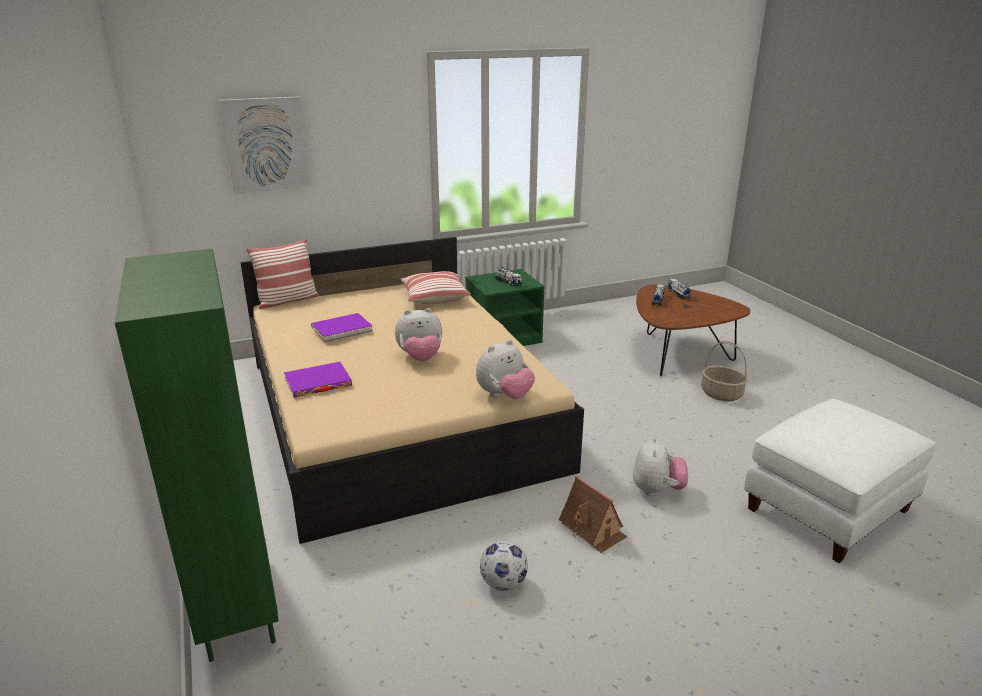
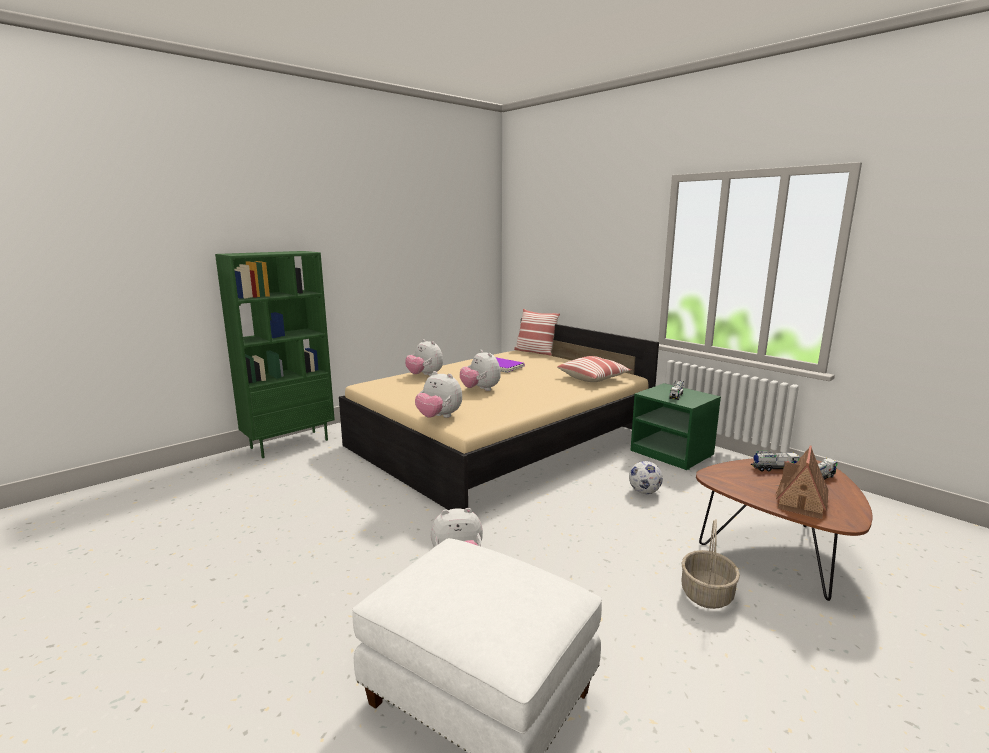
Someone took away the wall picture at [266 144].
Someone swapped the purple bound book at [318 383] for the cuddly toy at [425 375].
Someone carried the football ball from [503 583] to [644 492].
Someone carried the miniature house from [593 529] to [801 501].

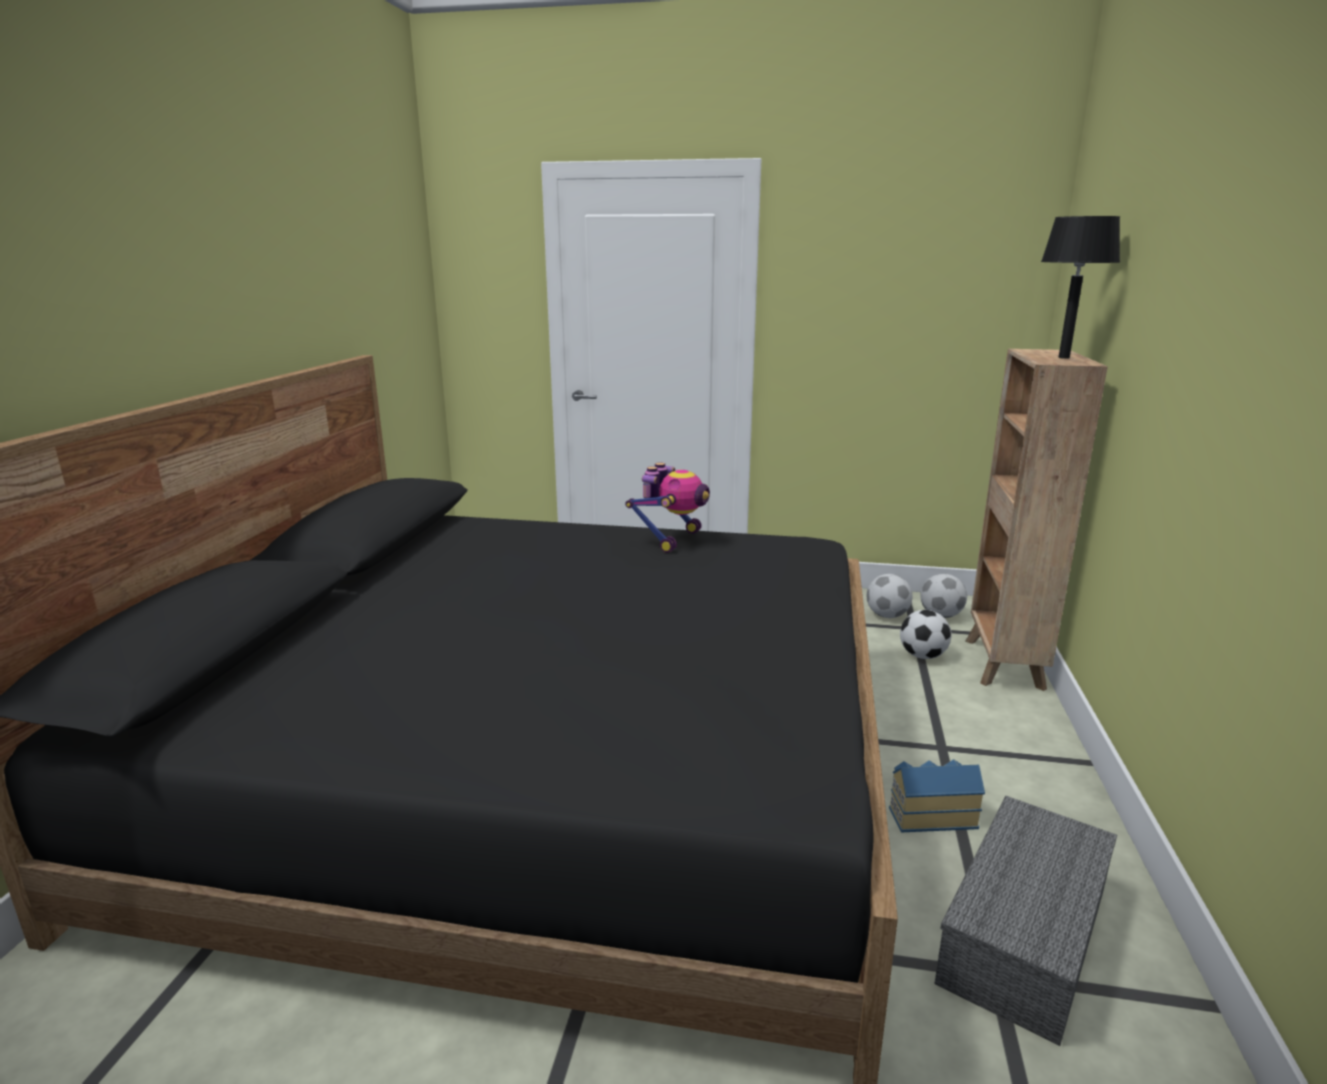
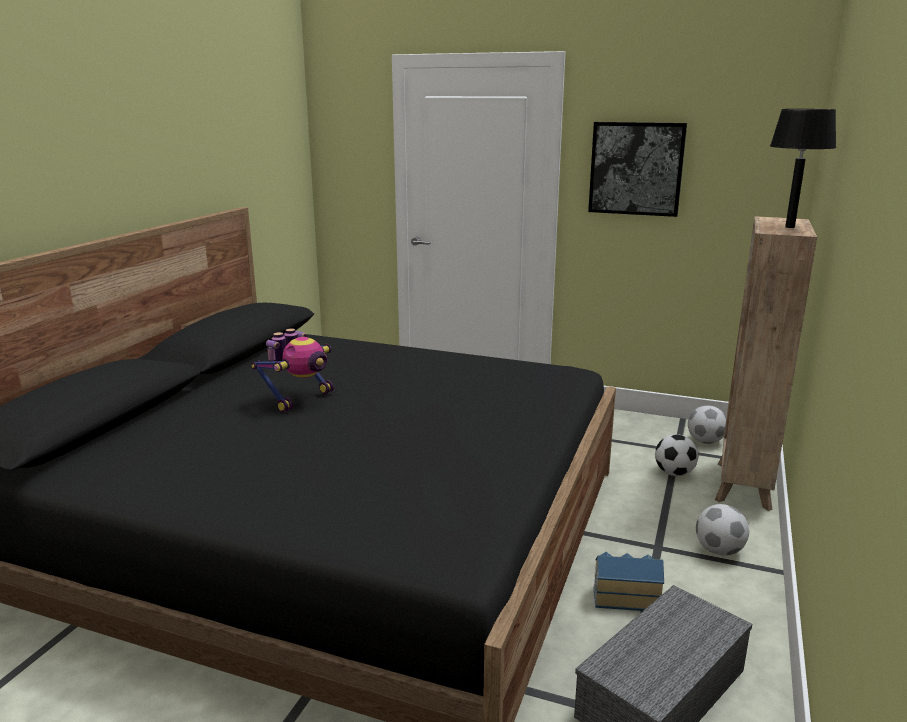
Someone carried the toy robot from [672 539] to [300 399].
Someone carried the football ball from [887 616] to [719 551].
Someone put up the wall picture at [636 168].

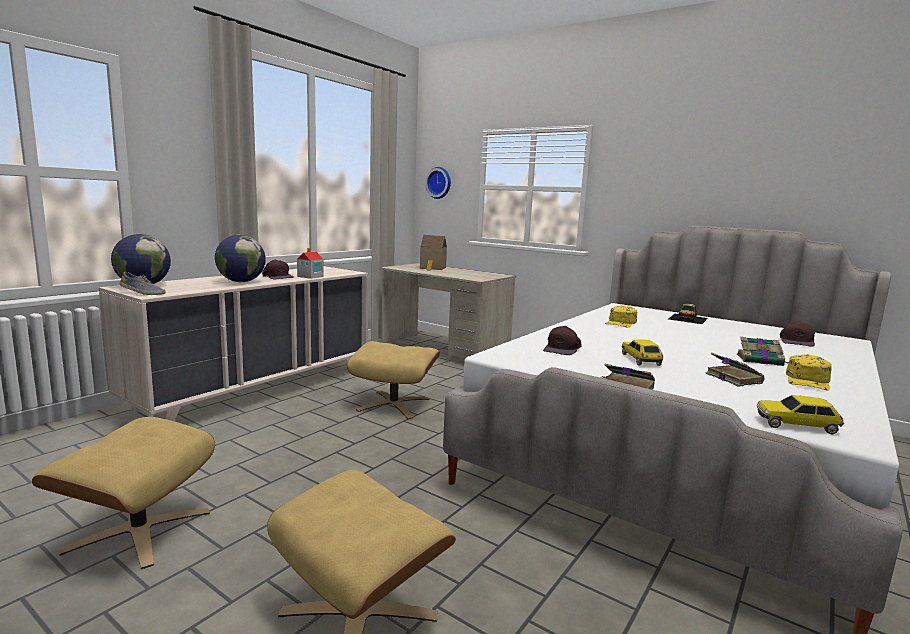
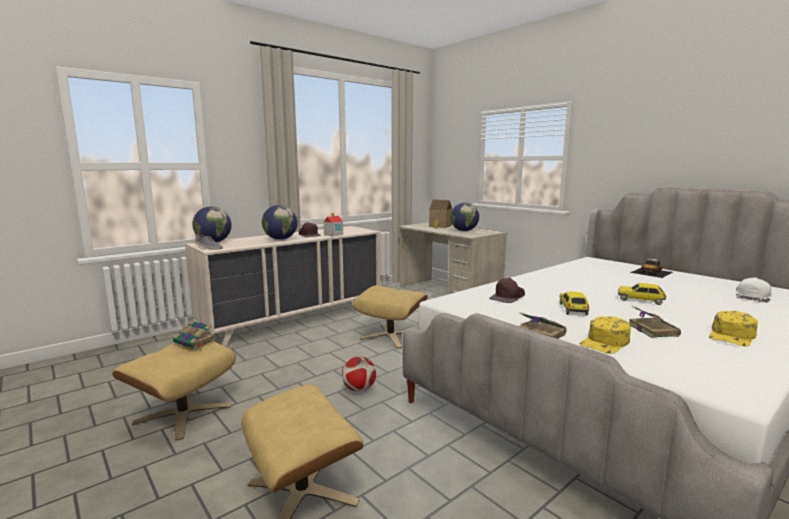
Someone took away the hanging clock at [439 183].
Someone carried the yellow-coloured cap from [621 323] to [605 342].
Someone carried the bound book from [761 360] to [195 342].
Someone carried the miniature car from [796 425] to [640 300].
Someone repainted the brownish cap at [797 341], which became the whitish cap at [753 297].
Someone put down the football ball at [359 389].
Someone put down the desk globe at [464 231].

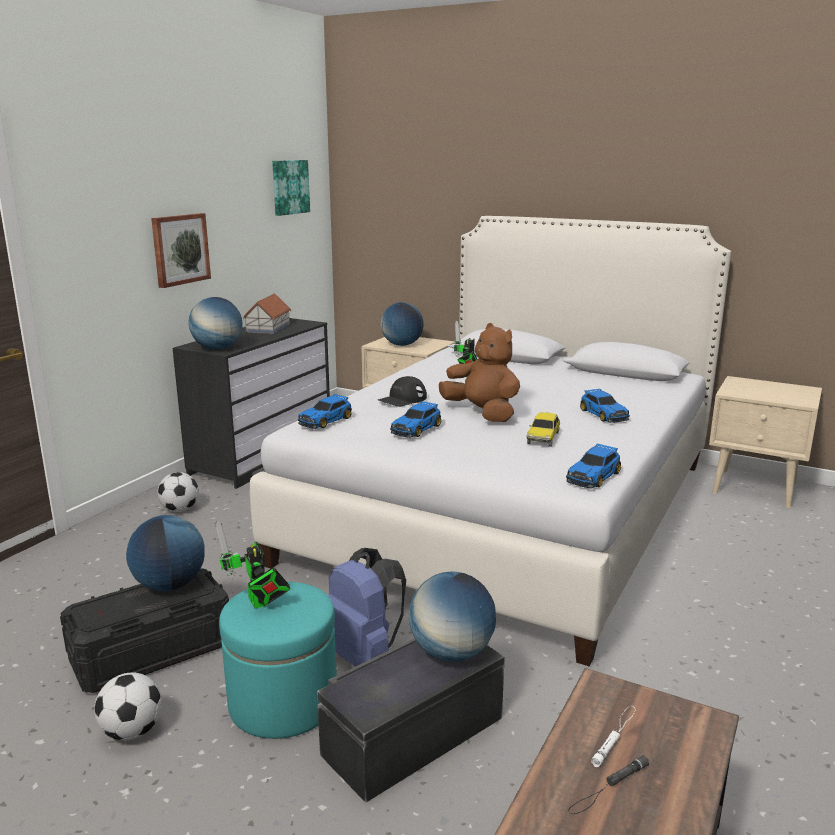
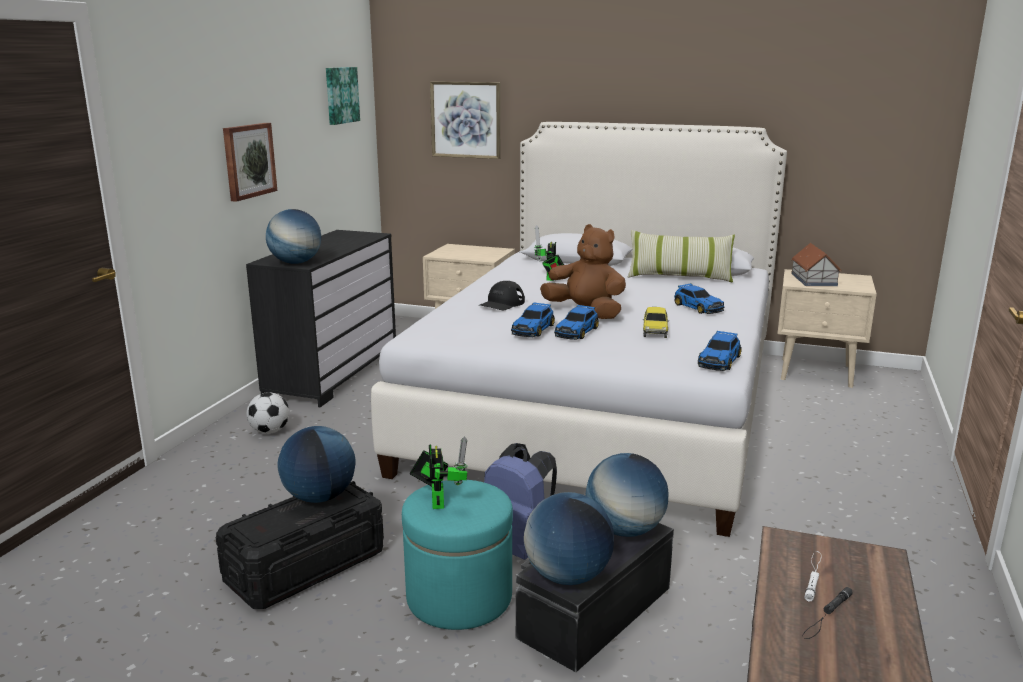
Someone took away the football ball at [132 731].
Someone rotated the toy robot at [258 603] by 150 degrees counterclockwise.
Someone carried the miniature house from [267 328] to [813 280].
Someone carried the miniature car from [326 420] to [577 331].
Someone carried the desk globe from [402 345] to [567 576].
Someone put up the wall picture at [466 120].
Someone put down the throw pillow at [679 277].

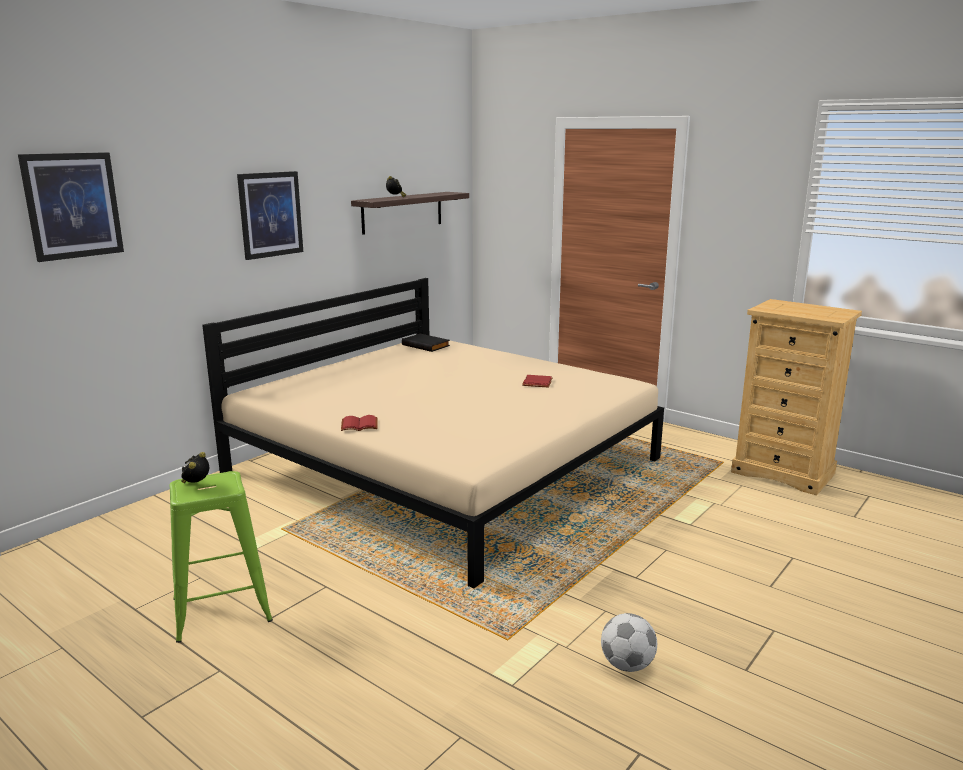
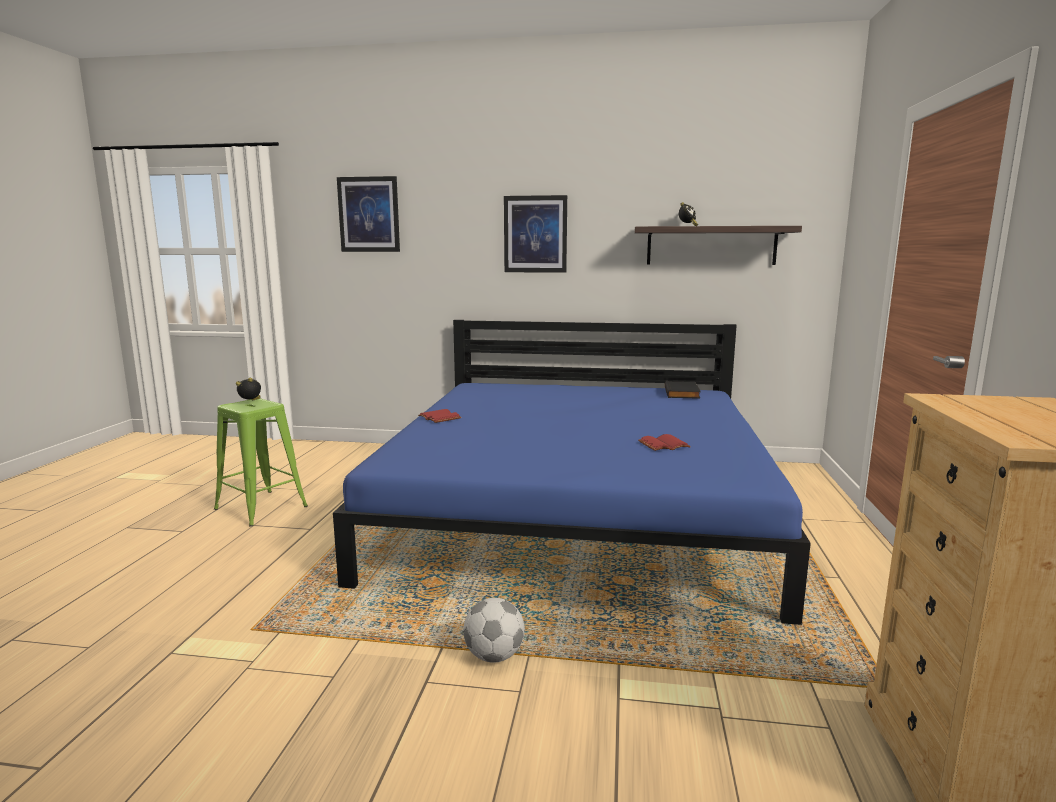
Someone repainted the sand-coloured bed at [444 465], which became the bluish bed at [577 509].
Someone carried the football ball from [627 665] to [493 656].

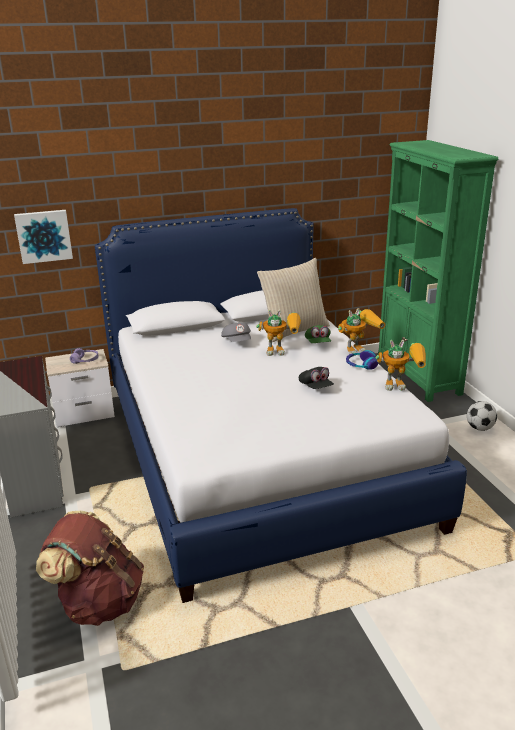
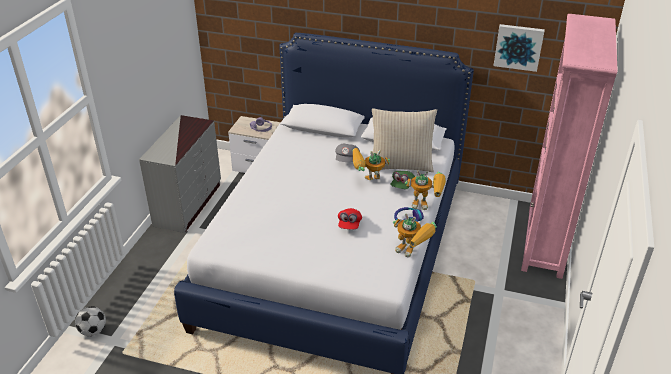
Someone carried the wall picture from [44 236] to [518 47].
Someone took away the brownish backpack at [99 602].
Someone rotated the toy robot at [282 351] by 135 degrees clockwise.
Someone repainted the black-coloured cap at [315 387], which became the reddish cap at [349 225].
Someone repainted the green shelving unit at [418 376], which became the pinkish shelving unit at [544 242].
Someone carried the football ball from [479 428] to [93 331].

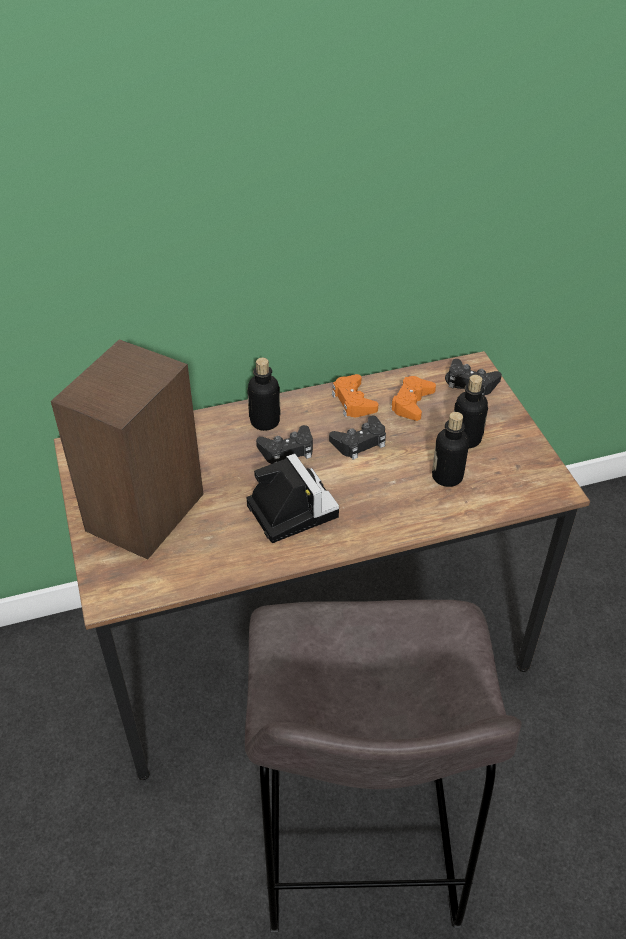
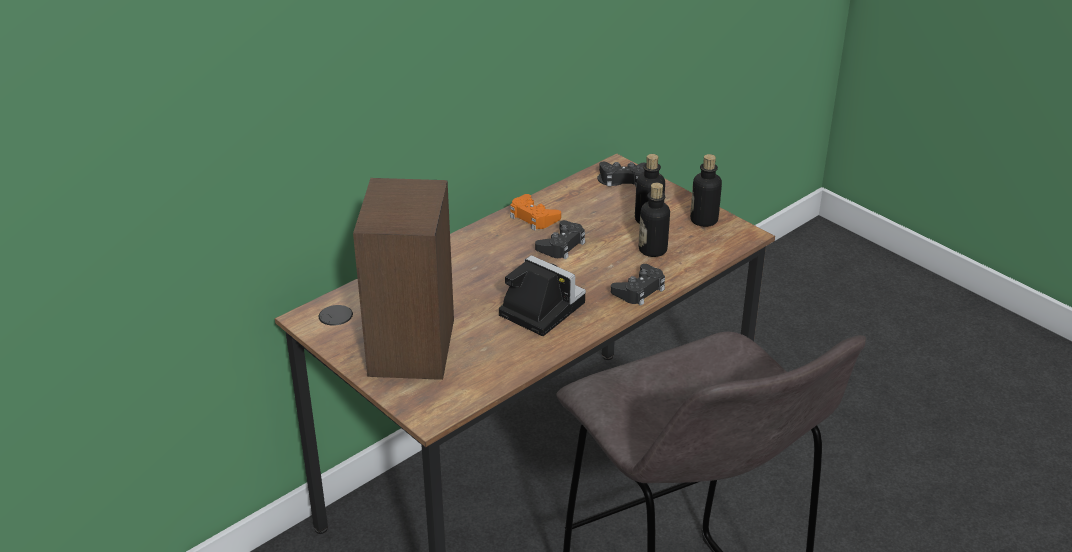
Someone carried the drink bottle from [265 421] to [704 220].
Someone carried the black-coloured gamepad from [287 450] to [639 290].
Someone took away the orange-coloured gamepad at [411 403].

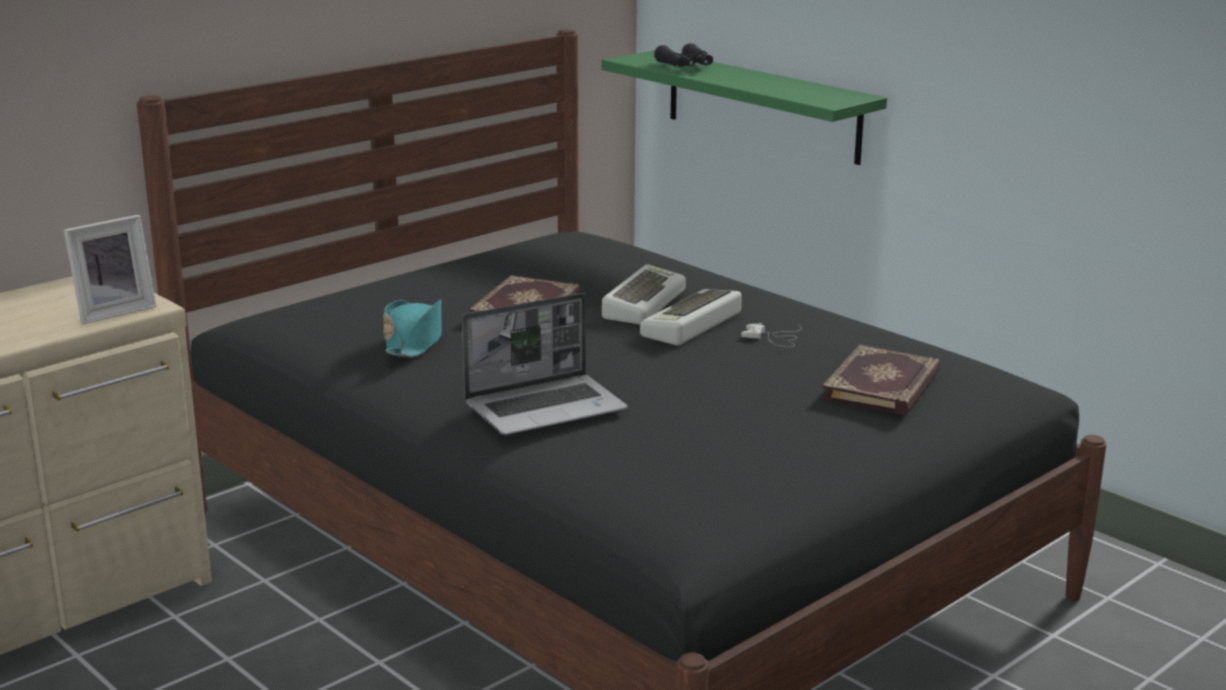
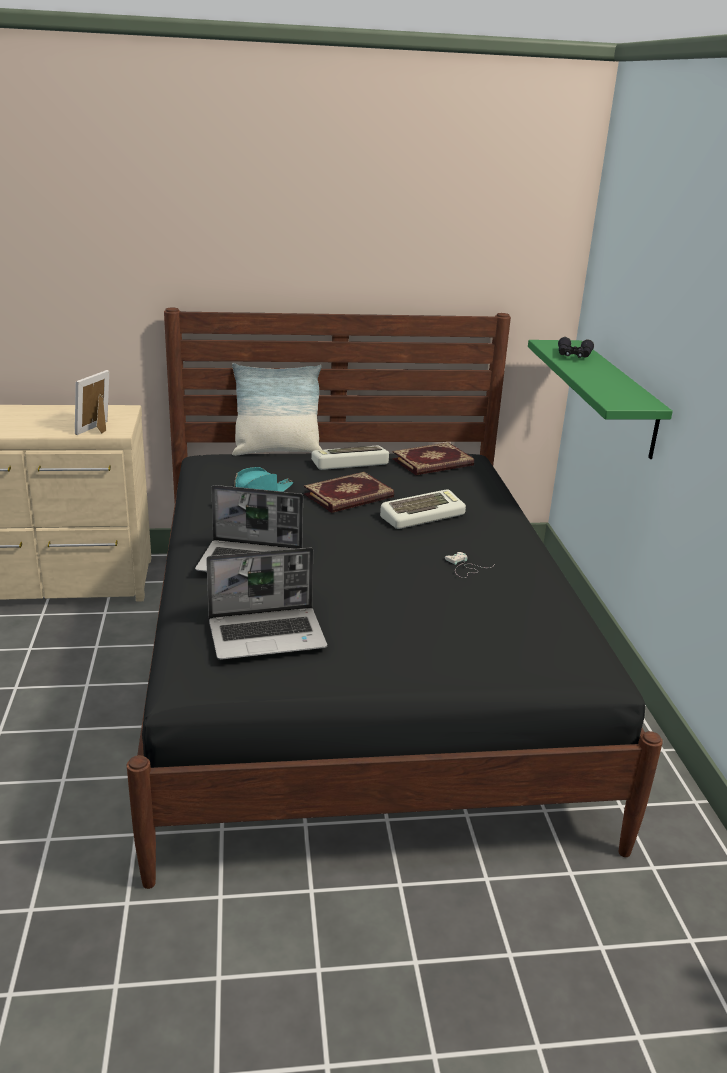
Someone rotated the standing frame at [113 311] by 120 degrees clockwise.
Someone carried the computer keyboard from [693 326] to [349 463].
Someone carried the bound book from [884 386] to [433 463].
Someone put down the notebook computer at [268 635].
Someone put down the throw pillow at [277 451].

